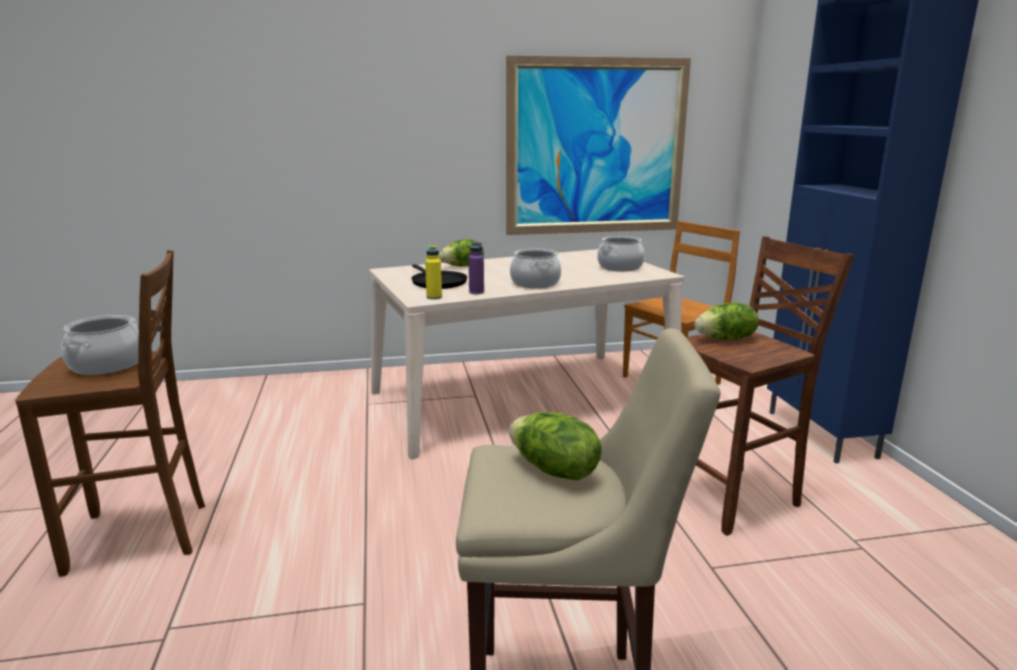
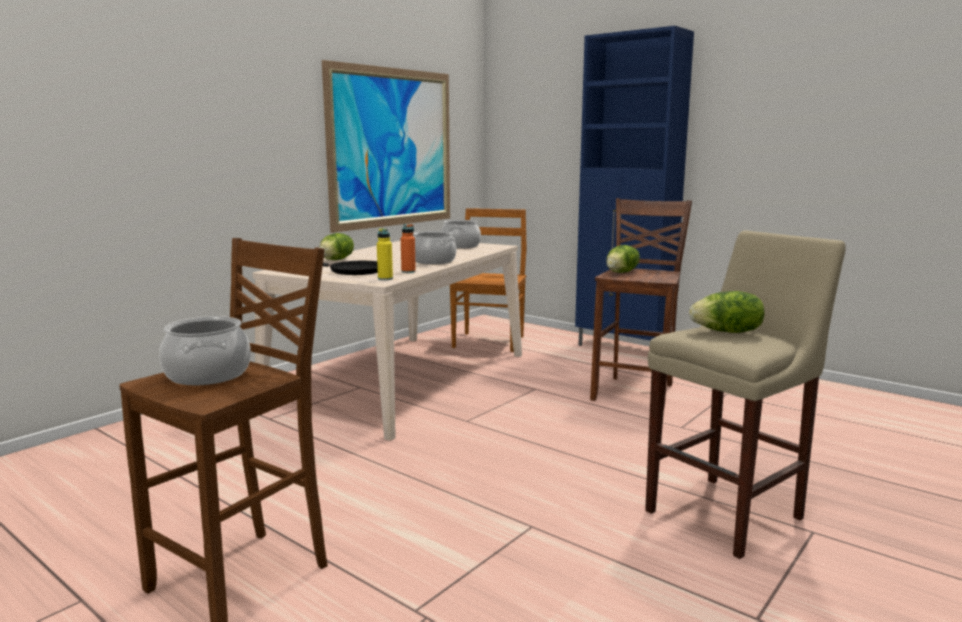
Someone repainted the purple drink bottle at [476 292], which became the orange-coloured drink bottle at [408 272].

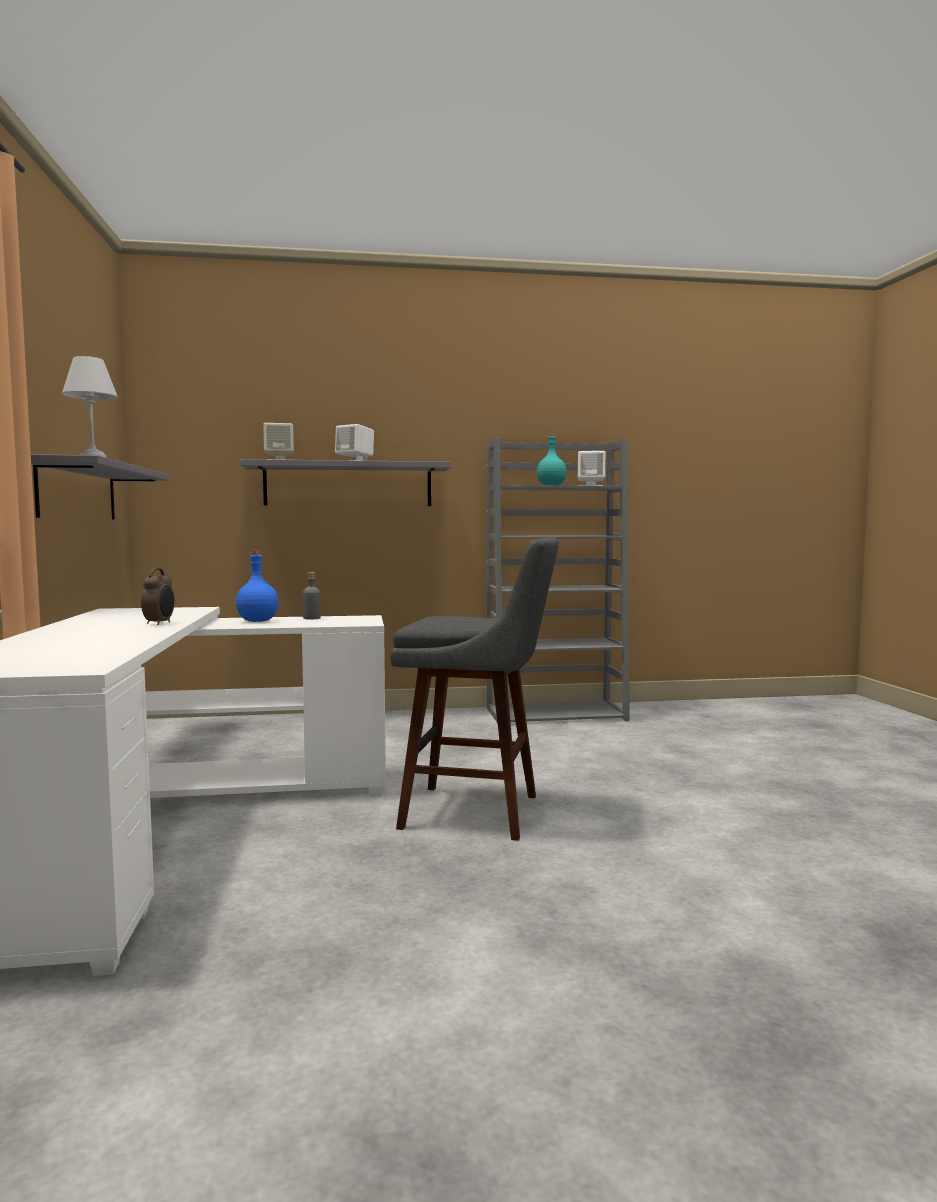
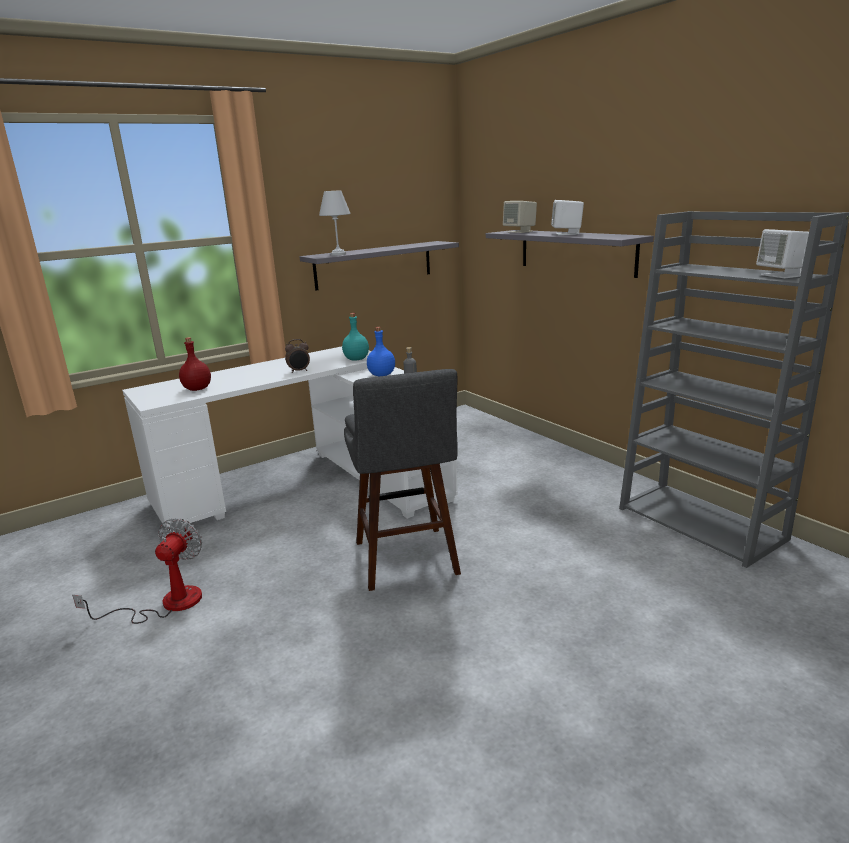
Someone carried the turquoise-coloured drink bottle from [551 485] to [356 359].
Someone put down the fan at [167 604].
Someone put down the reddish drink bottle at [197 389].

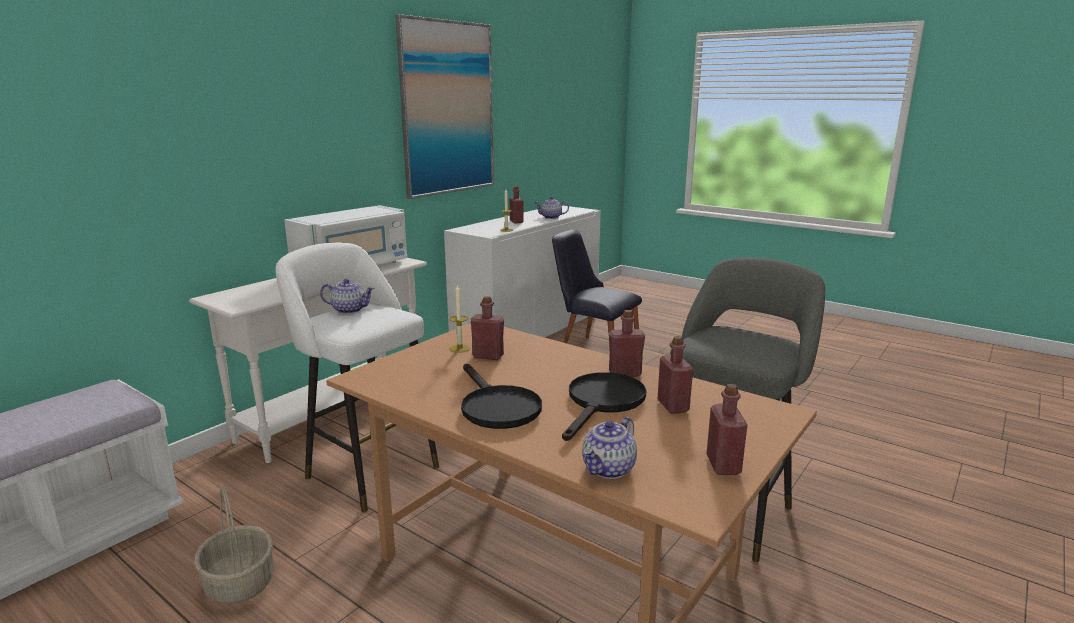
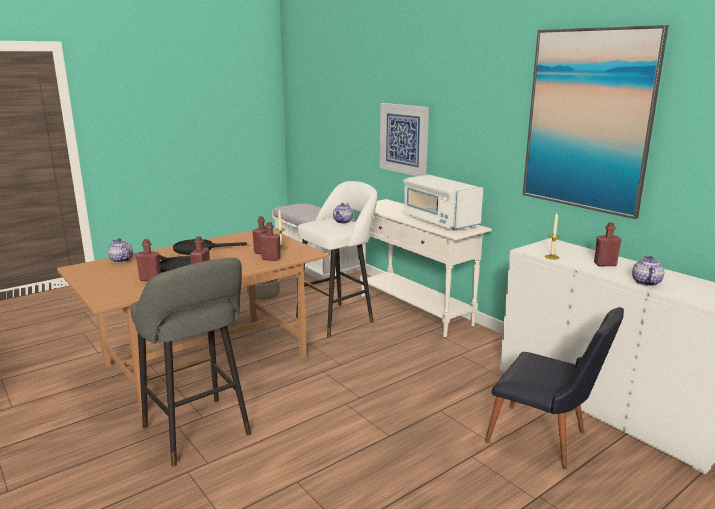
Someone rotated the black-coloured plain chair at [593 349] by 75 degrees clockwise.
Someone carried the reddish drink bottle from [723 465] to [271 259].
Someone put up the wall picture at [404 139].

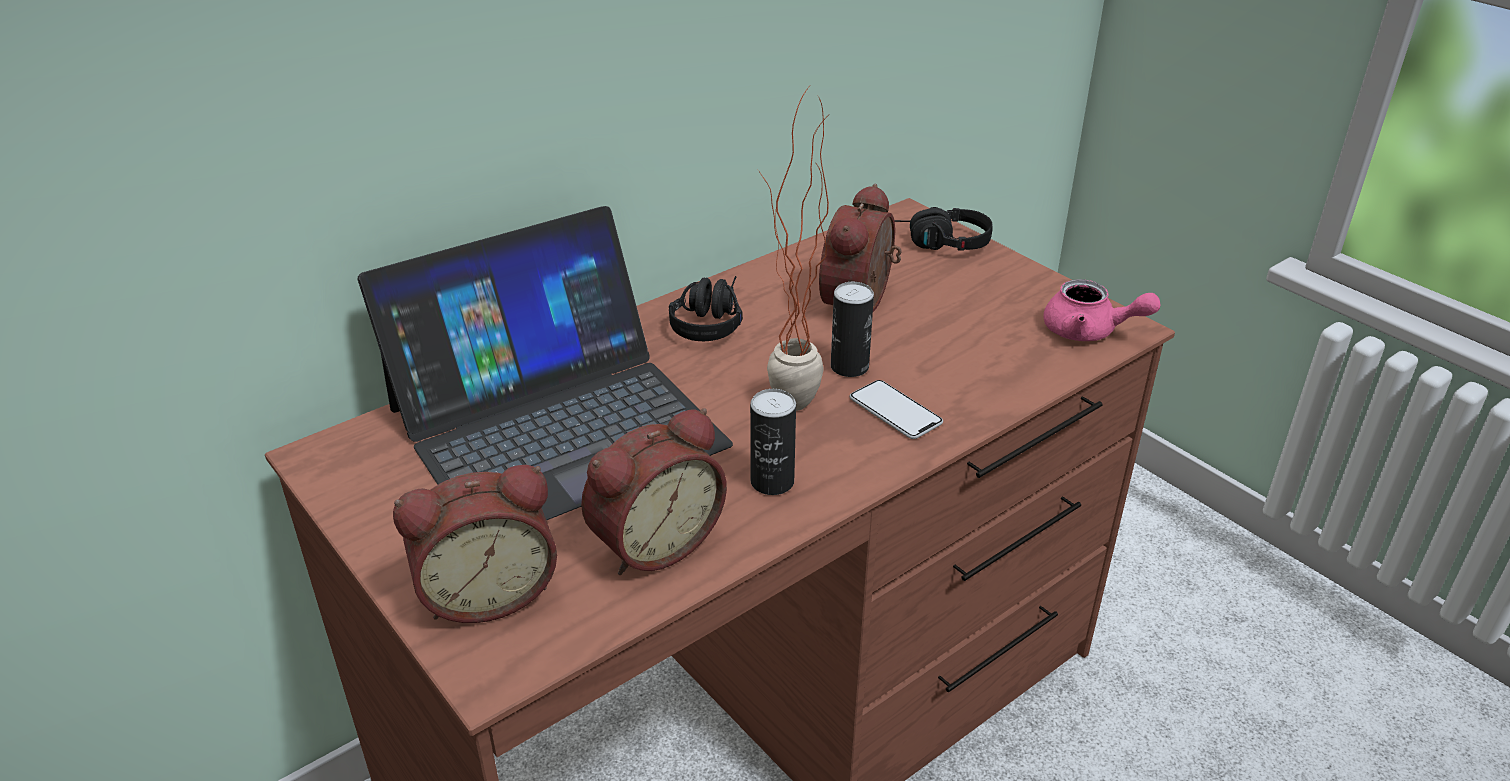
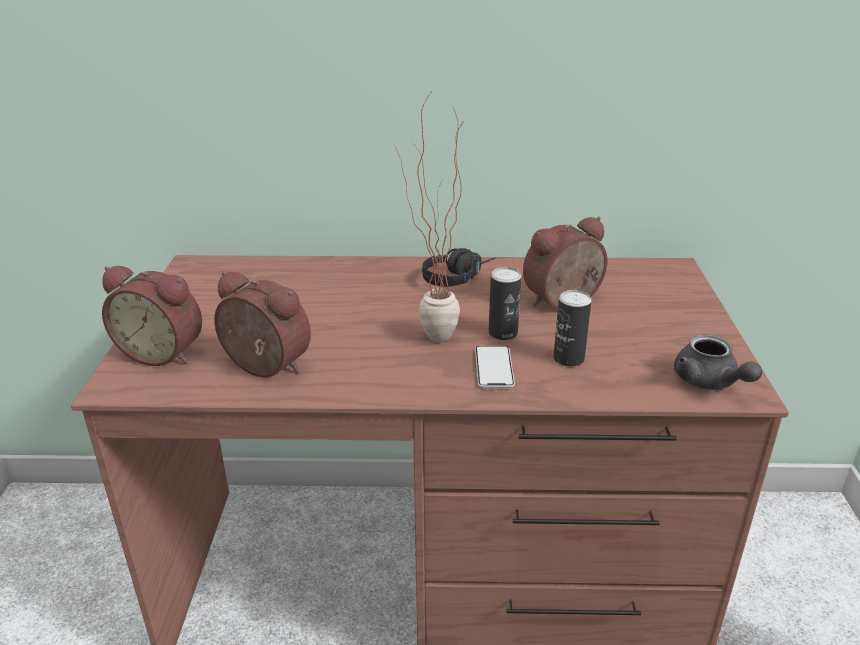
Someone took away the notebook computer at [556 425].
Someone rotated the table clock at [653 542] by 150 degrees counterclockwise.
Someone carried the sealed can from [772 482] to [568 359].
Someone took away the black-coloured pair of headphones at [939 244].
Someone repainted the pinkish tea pot at [1089 331], which became the grey tea pot at [709 382].

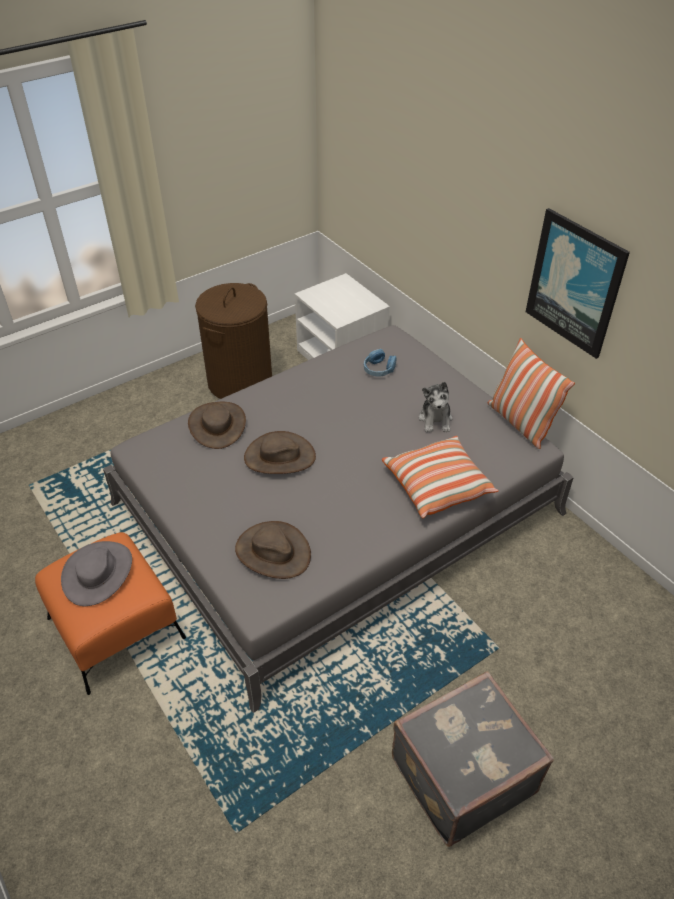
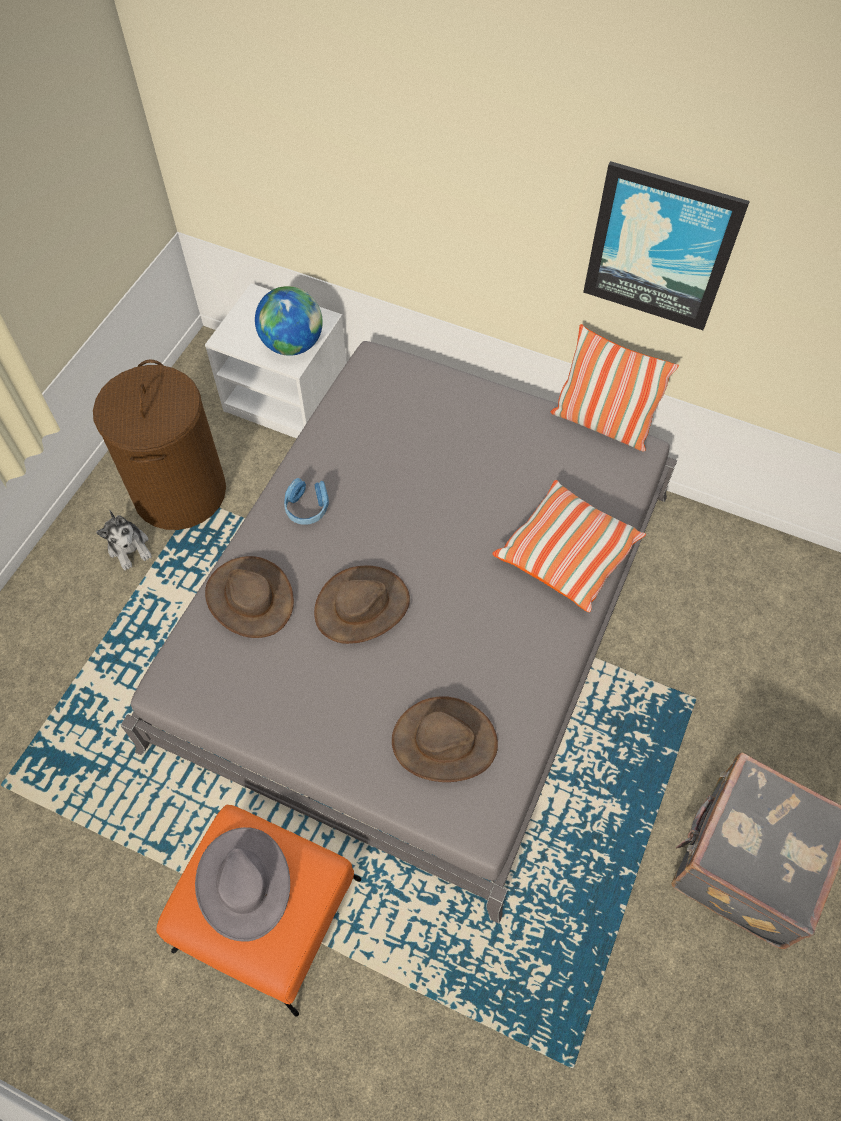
Someone carried the bluish pair of headphones from [379 369] to [307 507].
Someone carried the cuddly toy from [435 419] to [129 547].
Someone put down the desk globe at [292 344].

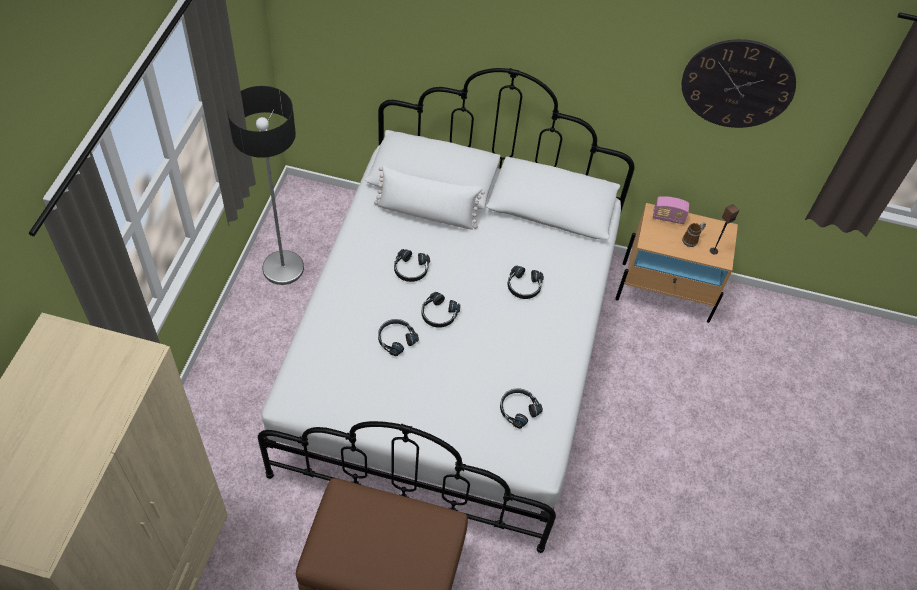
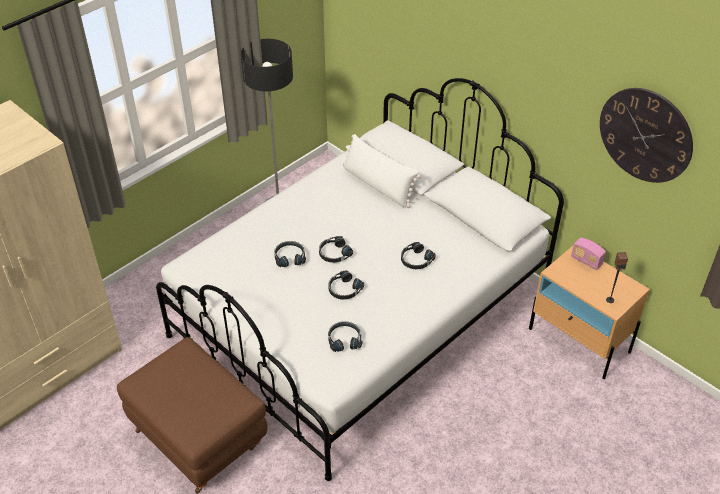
Someone carried the black-coloured pair of headphones from [411 269] to [344 289].
Someone took away the coffee mug at [692 239].

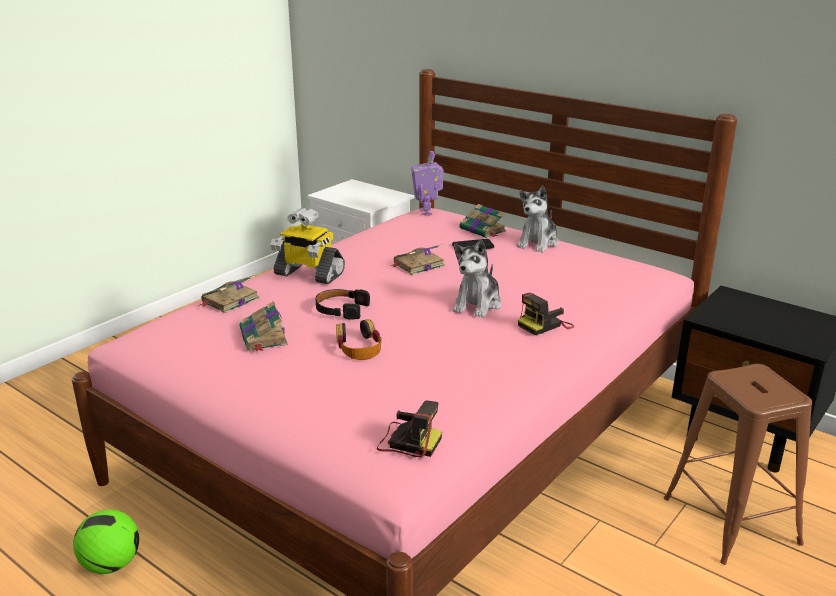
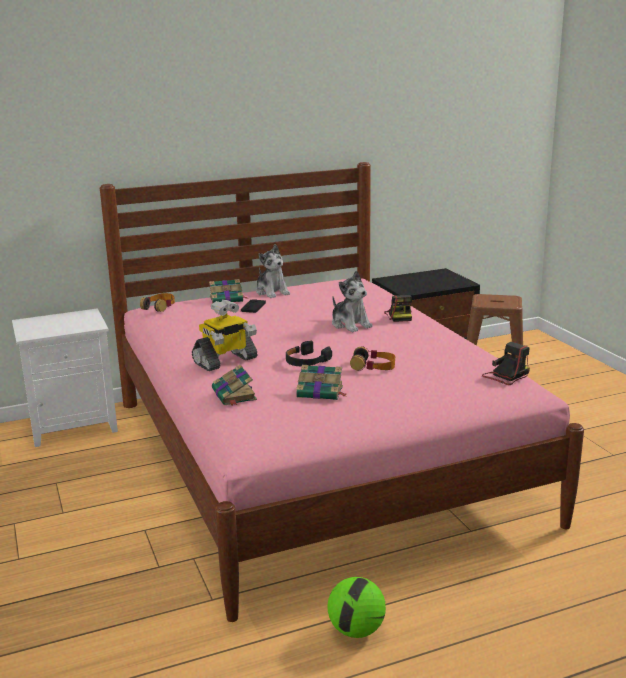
Someone took away the bound book at [418 265].
Someone swapped the toy robot at [427 212] for the pair of headphones at [159 307].

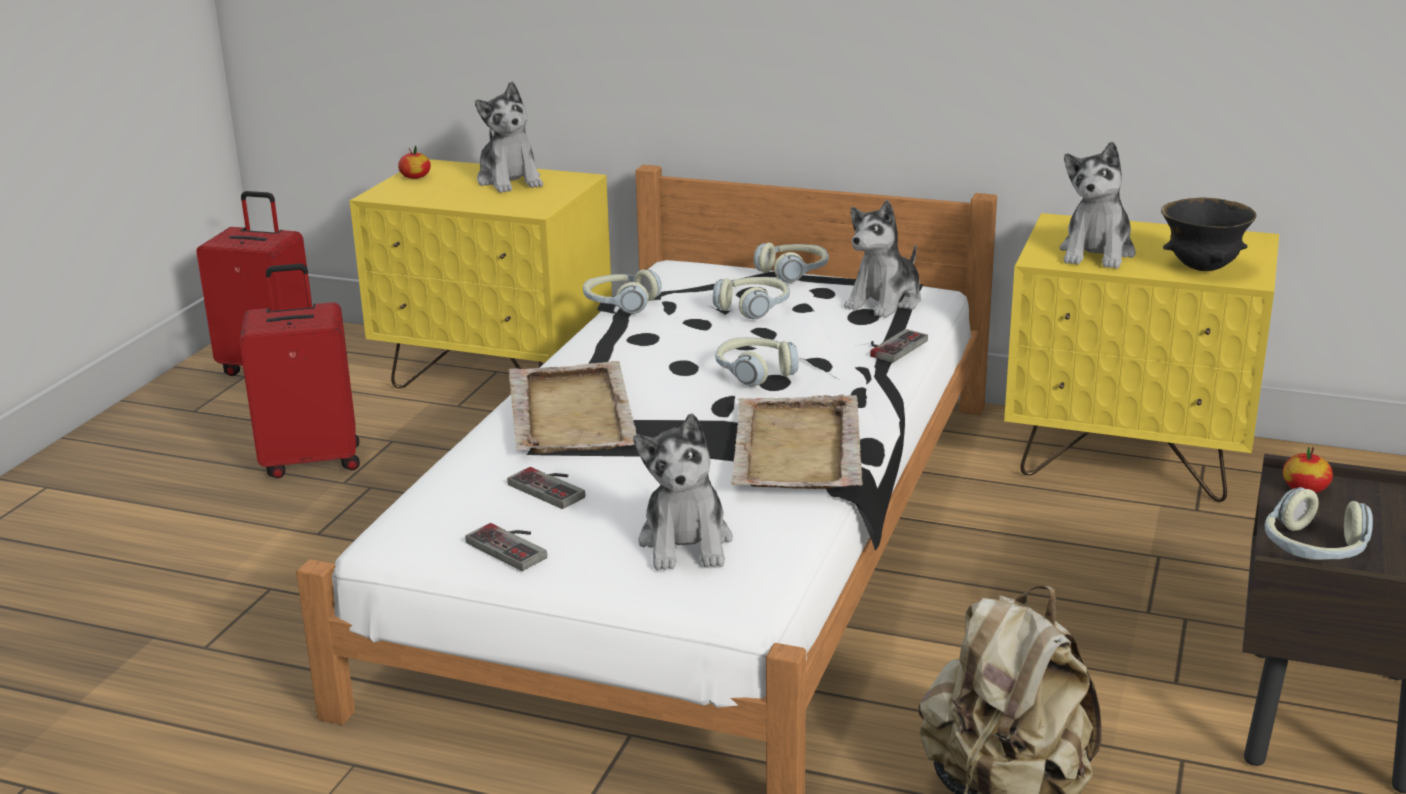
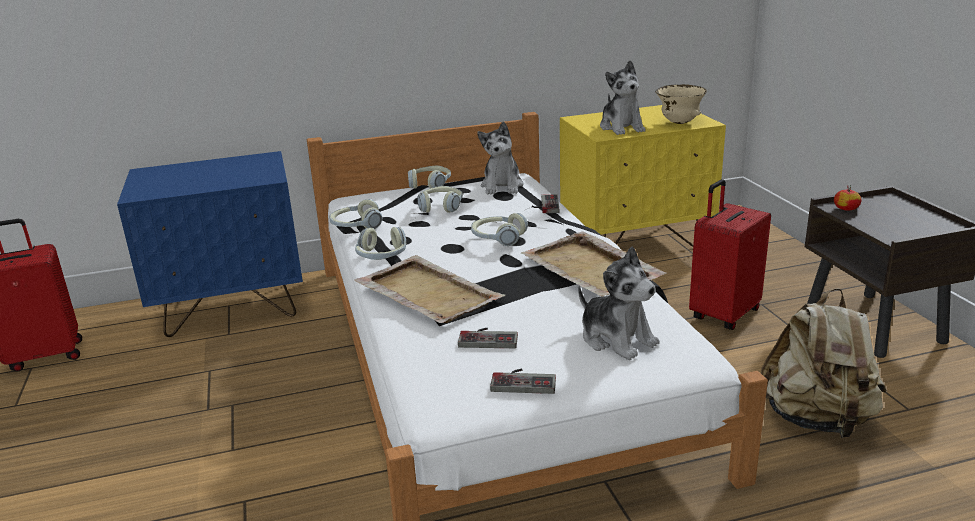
Someone carried the reddish travel case from [312 460] to [723 314].
Someone repainted the yellow-coloured night table at [496 376], which became the bluish night table at [232 308].
Someone took away the apple fruit at [415 177].
Someone took away the cuddly toy at [510 181].
Someone repainted the black-coloured bowl at [1202 268], which became the sand-coloured bowl at [679 123].
Someone carried the pair of headphones from [1314 549] to [382 256].

